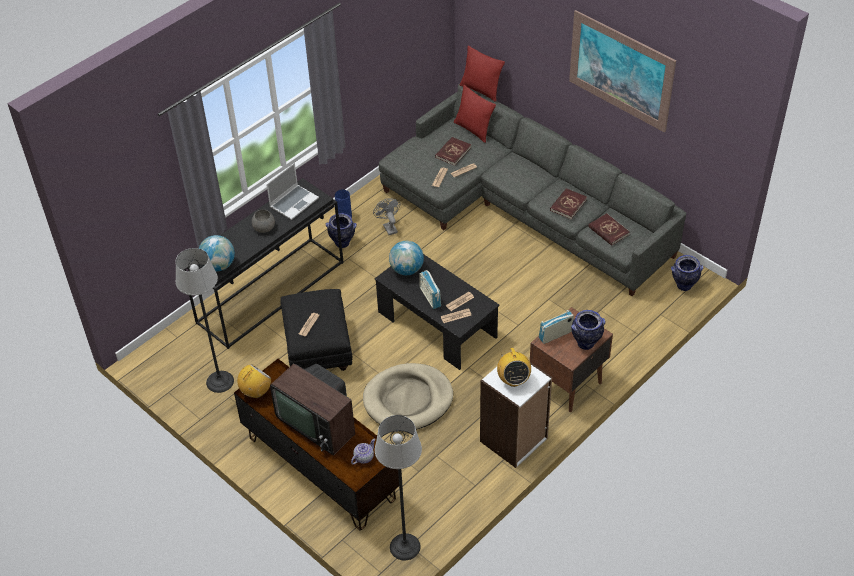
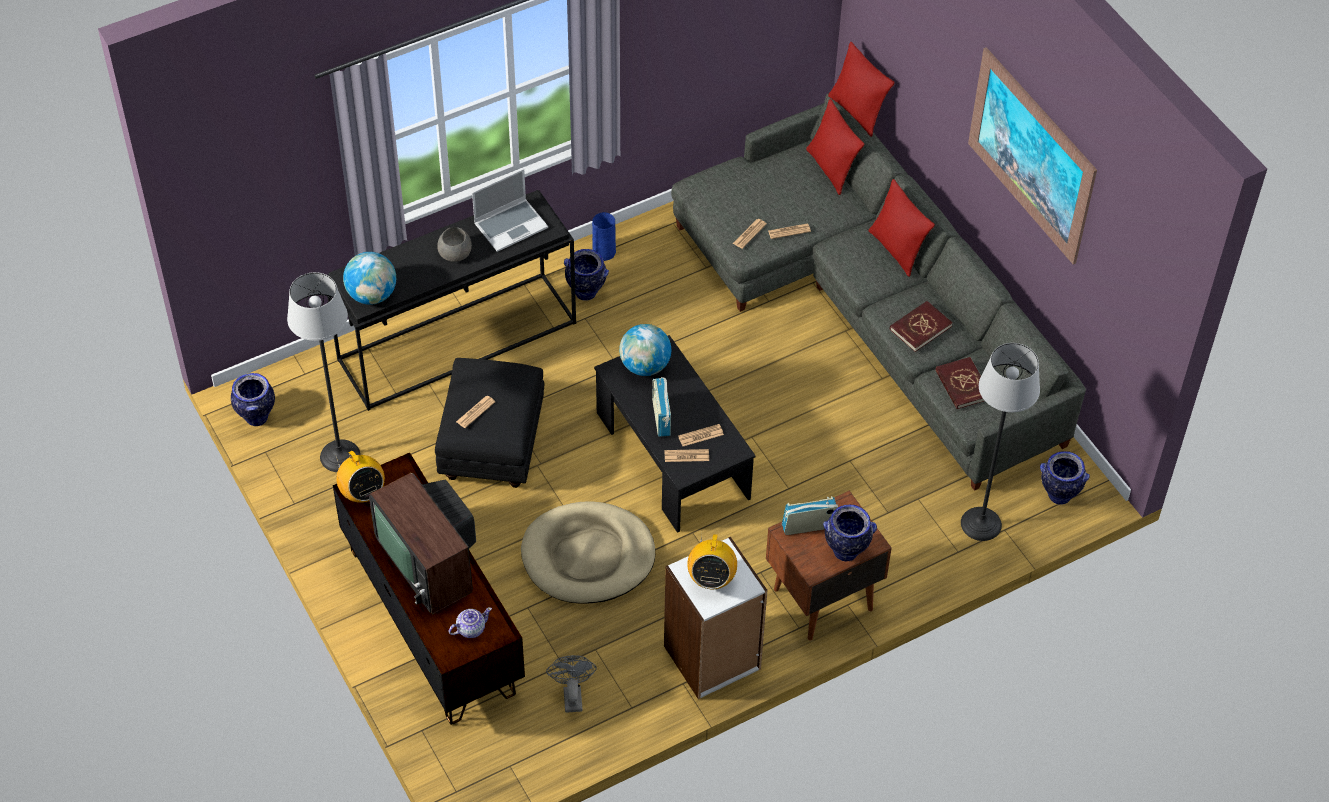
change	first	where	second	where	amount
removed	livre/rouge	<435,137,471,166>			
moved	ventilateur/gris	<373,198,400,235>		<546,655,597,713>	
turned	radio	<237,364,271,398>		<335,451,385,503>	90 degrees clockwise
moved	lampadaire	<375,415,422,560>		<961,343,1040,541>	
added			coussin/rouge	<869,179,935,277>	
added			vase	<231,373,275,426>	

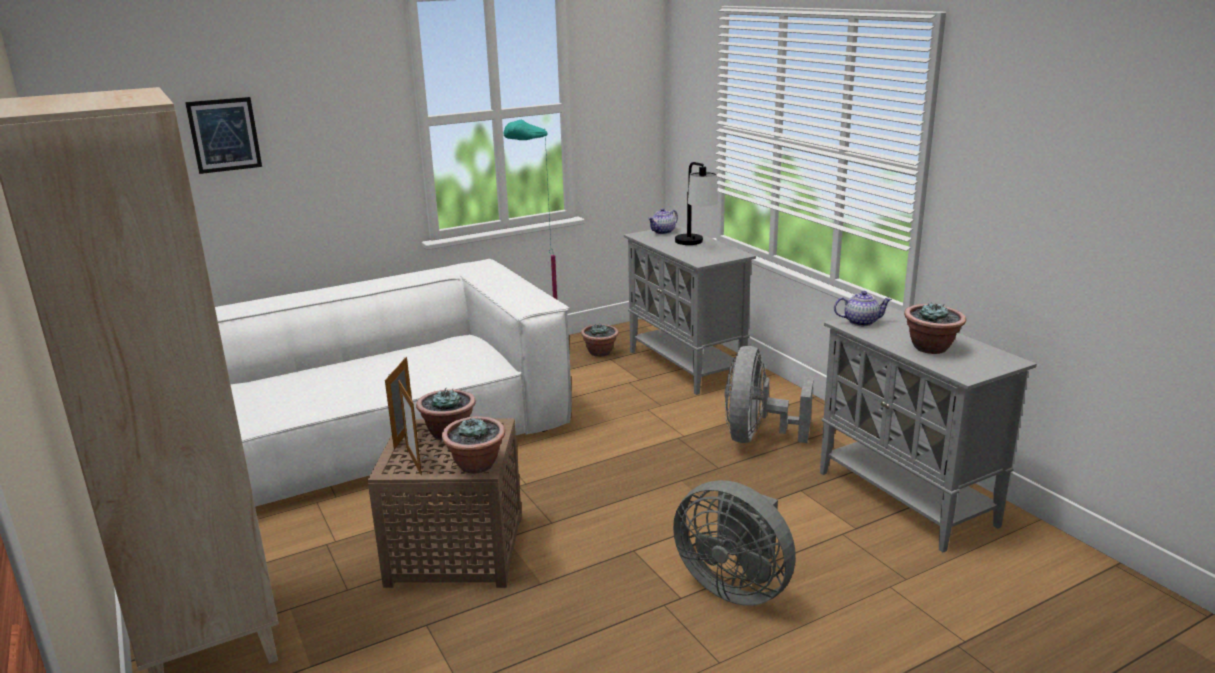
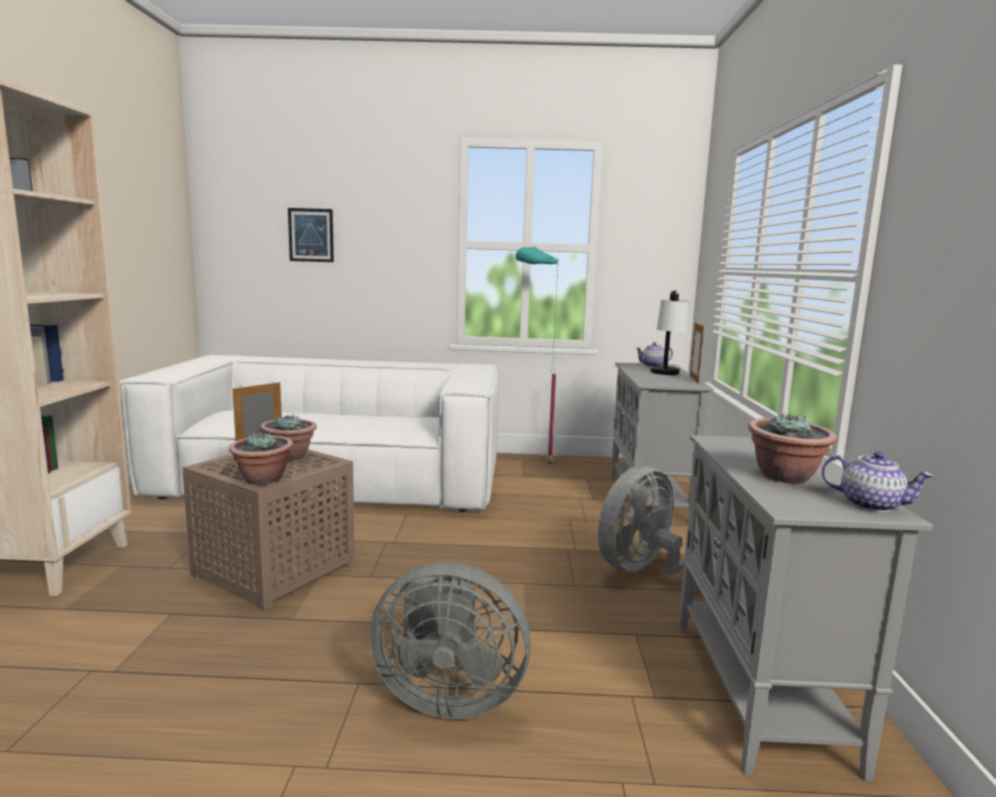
change	first	where	second	where	amount
moved	théière	<834,291,892,326>		<822,451,934,512>	
removed	plante en pot	<581,323,619,357>			
moved	cadre photo	<398,380,422,475>		<690,322,704,383>	
turned	ventilateur/gris	<673,480,796,606>		<370,562,531,719>	60 degrees counterclockwise

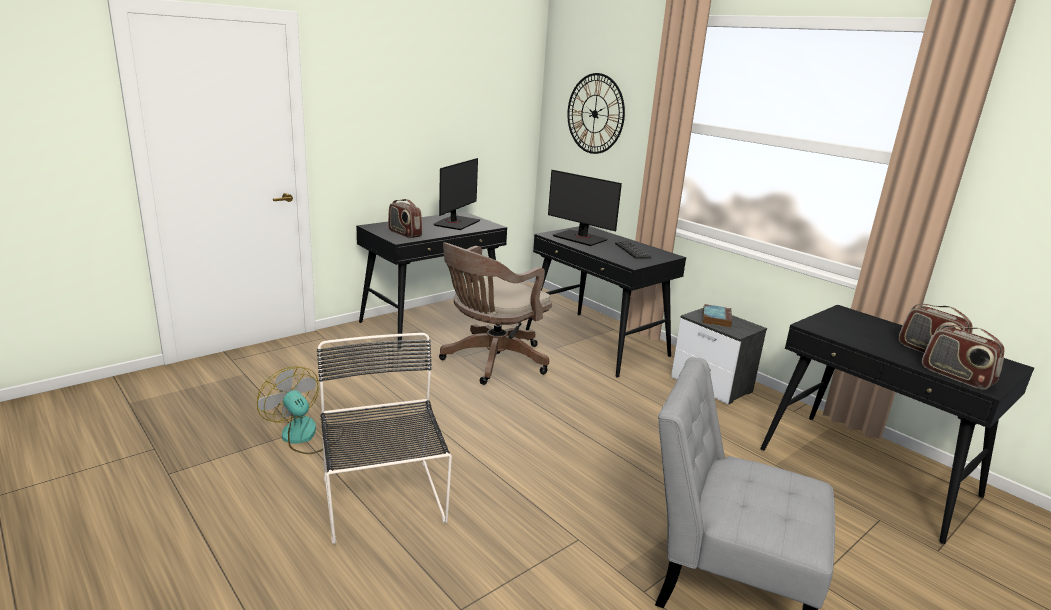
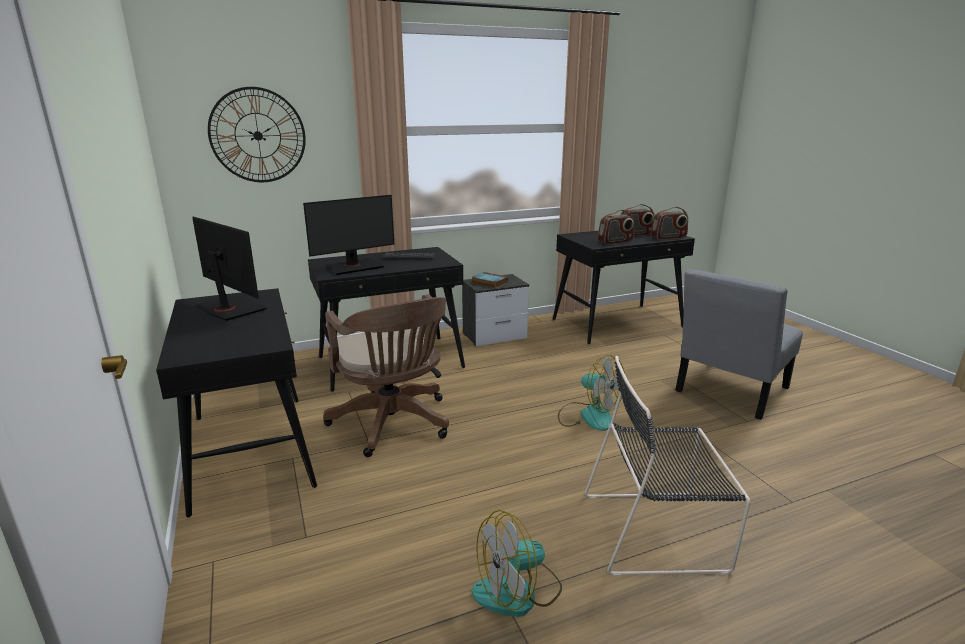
change	first	where	second	where	amount
moved	radio	<388,199,423,238>		<598,210,634,245>	
added			ventilateur	<558,355,625,431>	

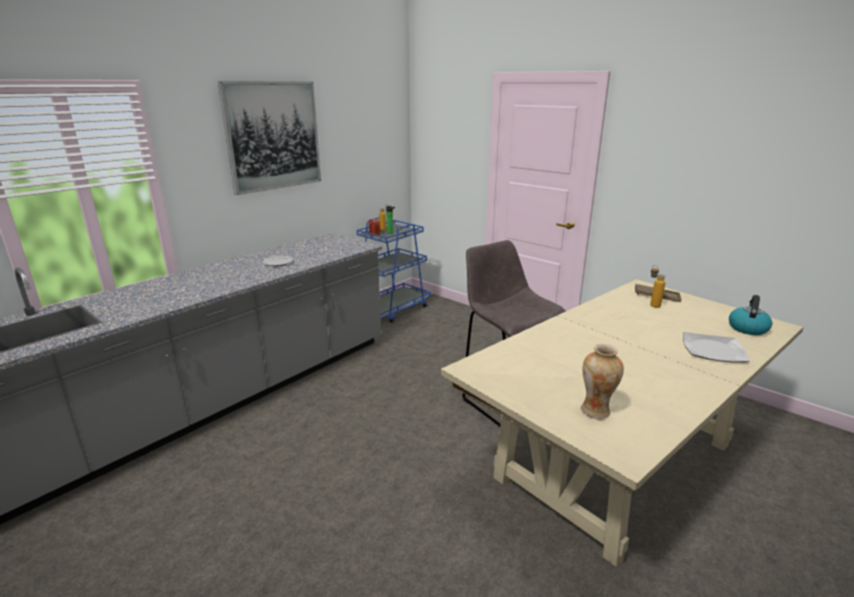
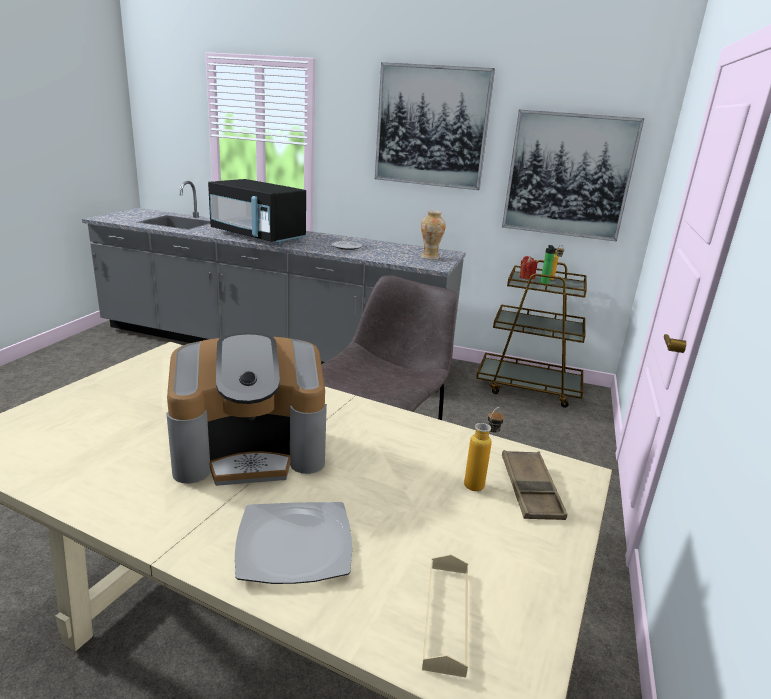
change	first	where	second	where	amount
recoloured	chariot/bleu	<357,217,431,323>	chariot/marron	<476,260,587,408>	
replaced	bouilloire	<729,295,773,335>	plateau/beige	<422,554,468,677>	
moved	vase	<581,344,624,419>		<421,211,446,260>	
added			tableau	<502,110,644,242>	
added			micro-ondes/noir	<208,179,306,245>	
added			machine à café	<166,333,327,486>	

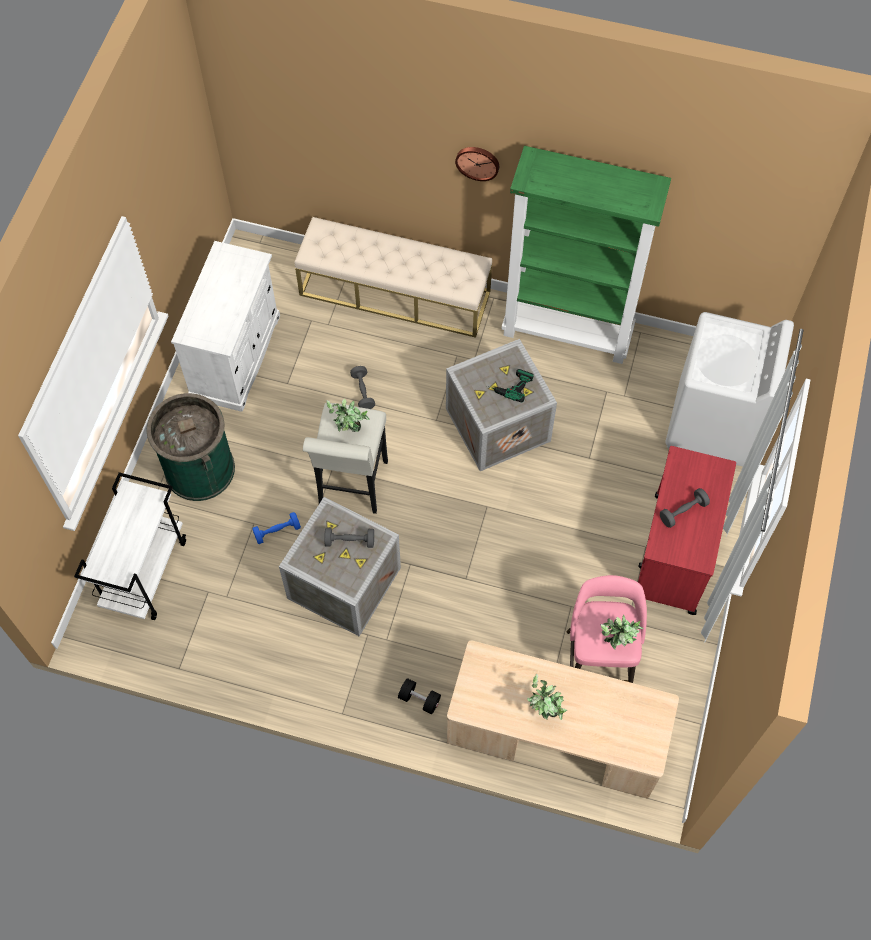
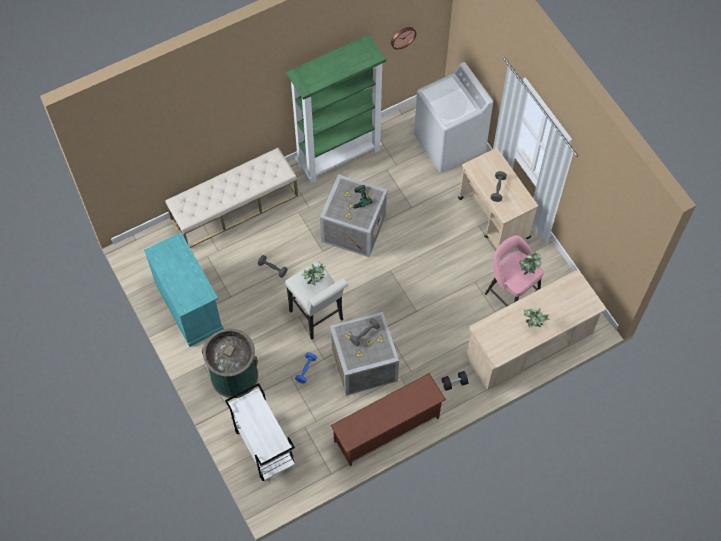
change	first	where	second	where	amount
moved	horloge murale	<455,147,499,181>		<391,27,416,50>	
recoloured	meuble de rangement/blanc	<171,241,280,412>	meuble de rangement/turquoise	<144,232,224,347>	
recoloured	chariot/rouge	<638,446,736,615>	chariot/beige	<458,148,538,249>	
added			étagère à chaussures/marron	<331,373,446,466>	

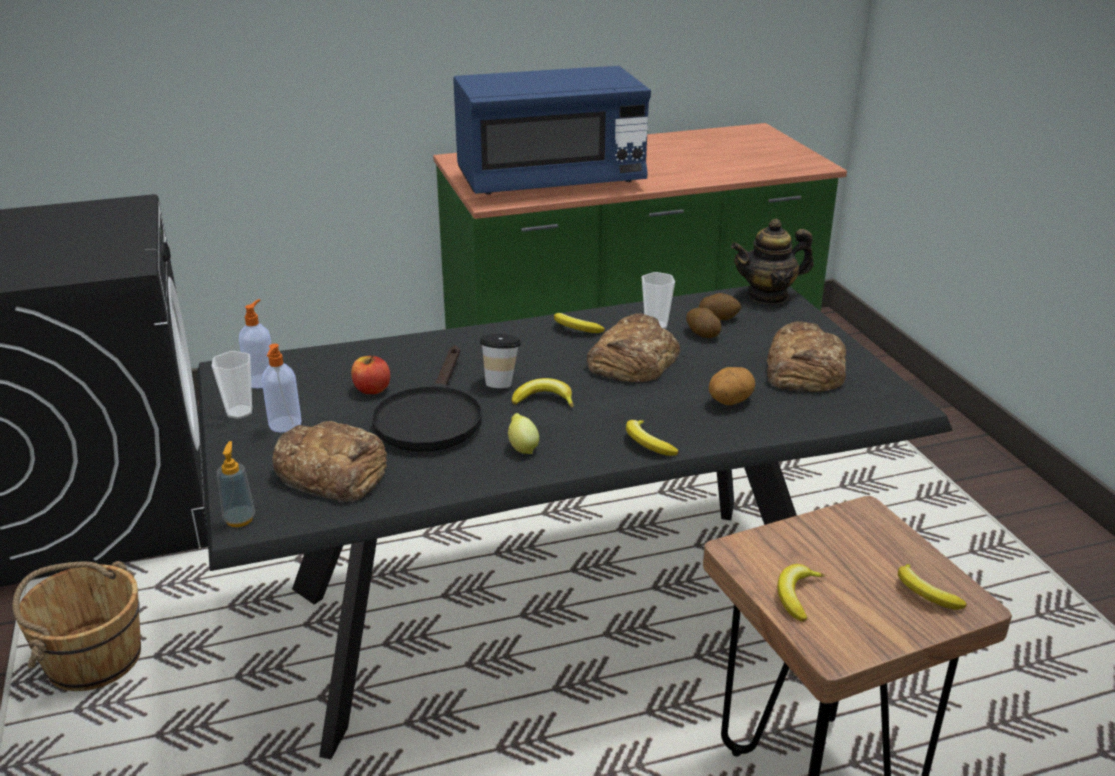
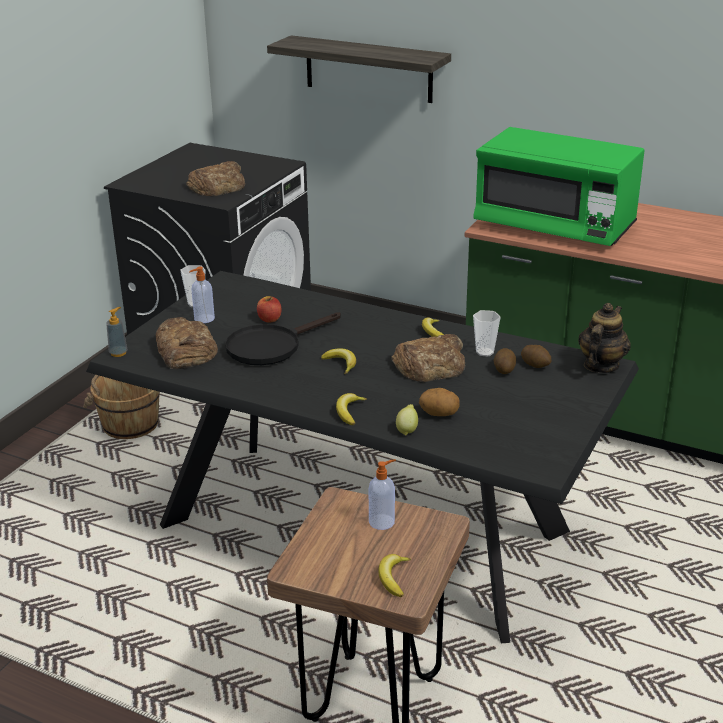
change	first	where	second	where	amount
recoloured	micro-ondes/bleu	<453,66,651,195>	micro-ondes/vert	<473,127,645,246>	
turned	théière	<731,219,814,304>		<578,303,631,373>	90 degrees clockwise
moved	distributeur de savon	<239,299,271,388>		<369,459,396,530>	
moved	pain	<767,321,846,392>		<186,161,245,196>	
removed	tasse	<480,334,521,388>			
moved	citron	<508,413,539,454>		<396,404,418,436>	
removed	banane	<777,564,825,622>			
added			étagère	<267,35,451,103>	

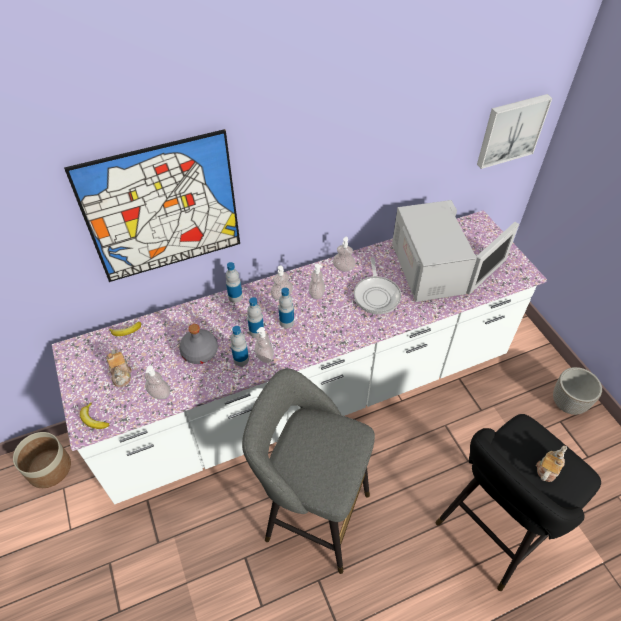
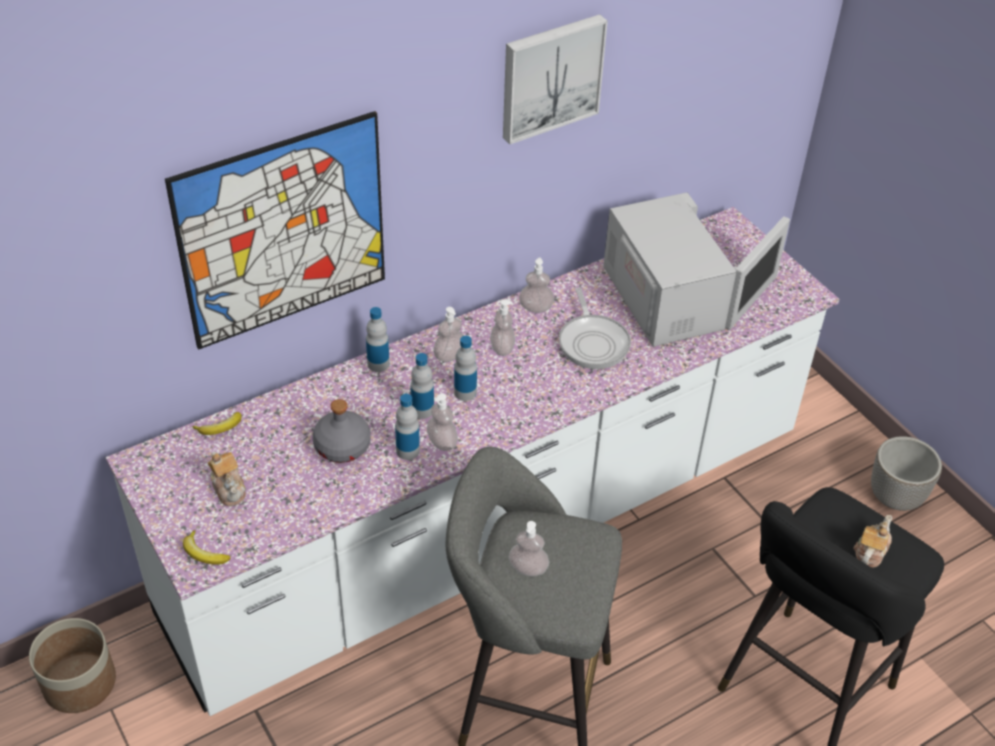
change	first	where	second	where	amount
moved	tableau	<477,94,552,169>		<503,14,608,144>	
moved	distributeur de savon	<145,365,170,399>		<508,521,549,576>	

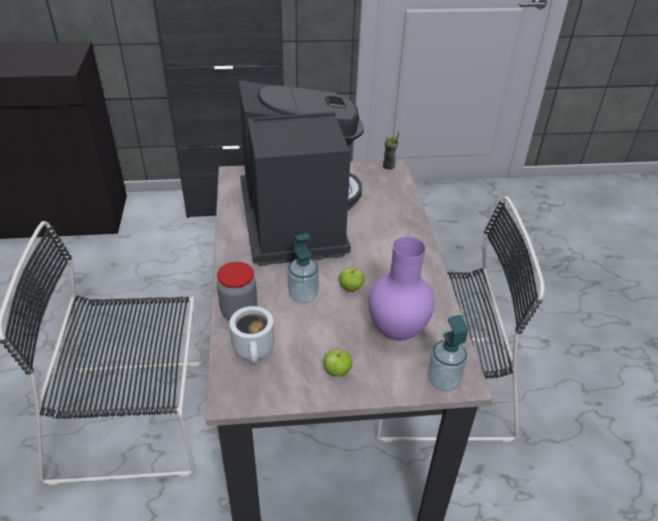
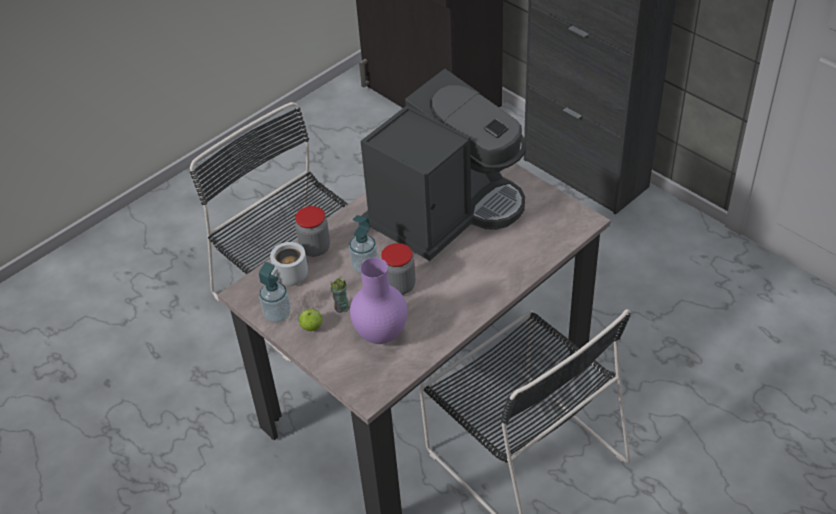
change	first	where	second	where	amount
moved	tasse	<383,132,399,170>		<331,276,349,313>	
replaced	pomme	<339,268,364,292>	bocal	<381,243,415,295>	
moved	distributeur de savon	<427,315,468,391>		<259,262,291,323>	

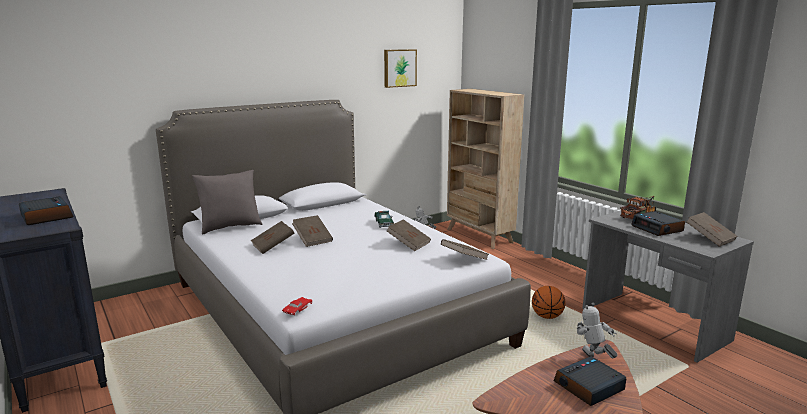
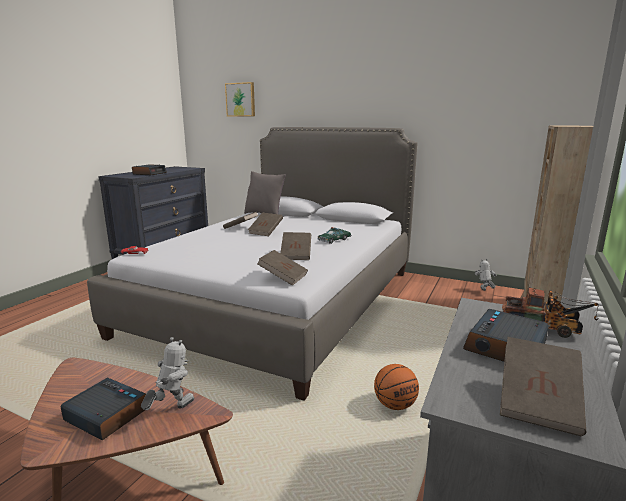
change	first	where	second	where	amount
moved	tableau	<384,49,417,88>		<225,82,255,116>	

